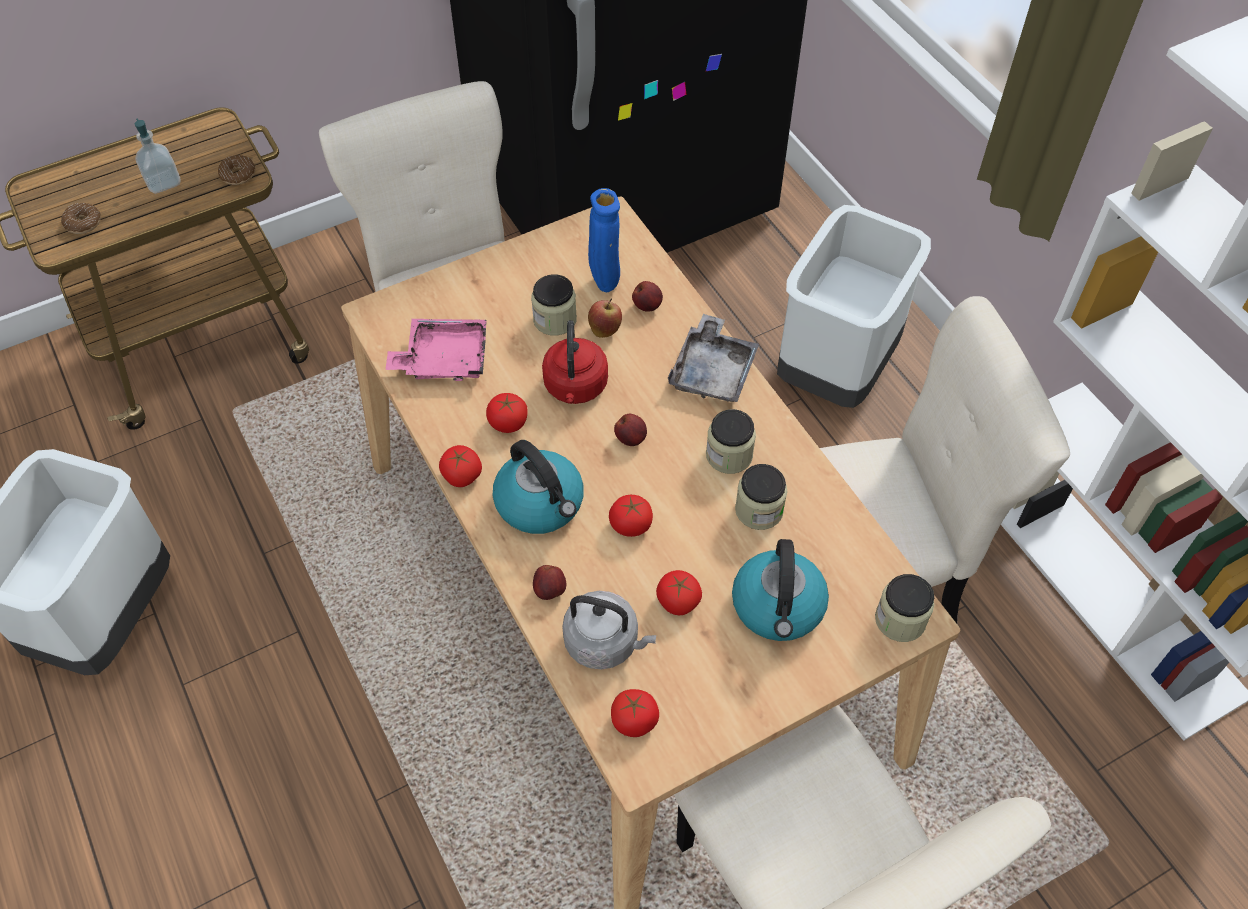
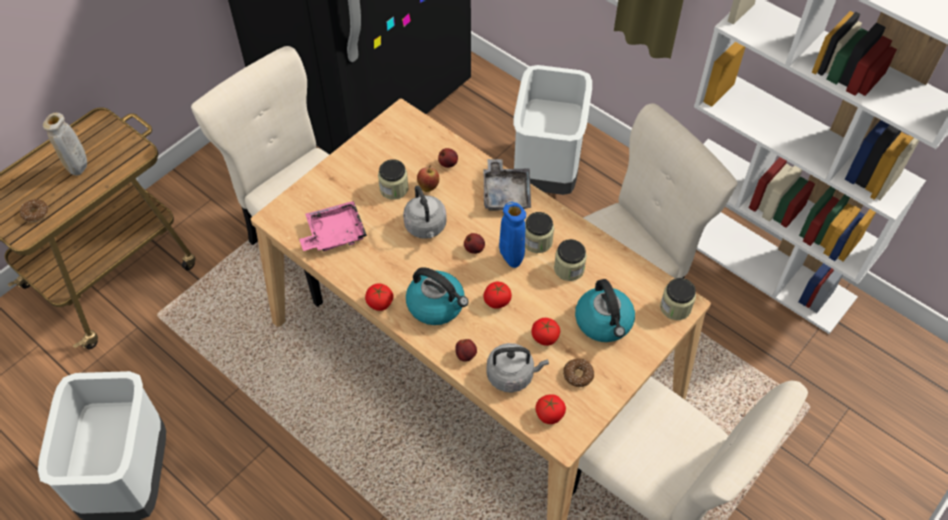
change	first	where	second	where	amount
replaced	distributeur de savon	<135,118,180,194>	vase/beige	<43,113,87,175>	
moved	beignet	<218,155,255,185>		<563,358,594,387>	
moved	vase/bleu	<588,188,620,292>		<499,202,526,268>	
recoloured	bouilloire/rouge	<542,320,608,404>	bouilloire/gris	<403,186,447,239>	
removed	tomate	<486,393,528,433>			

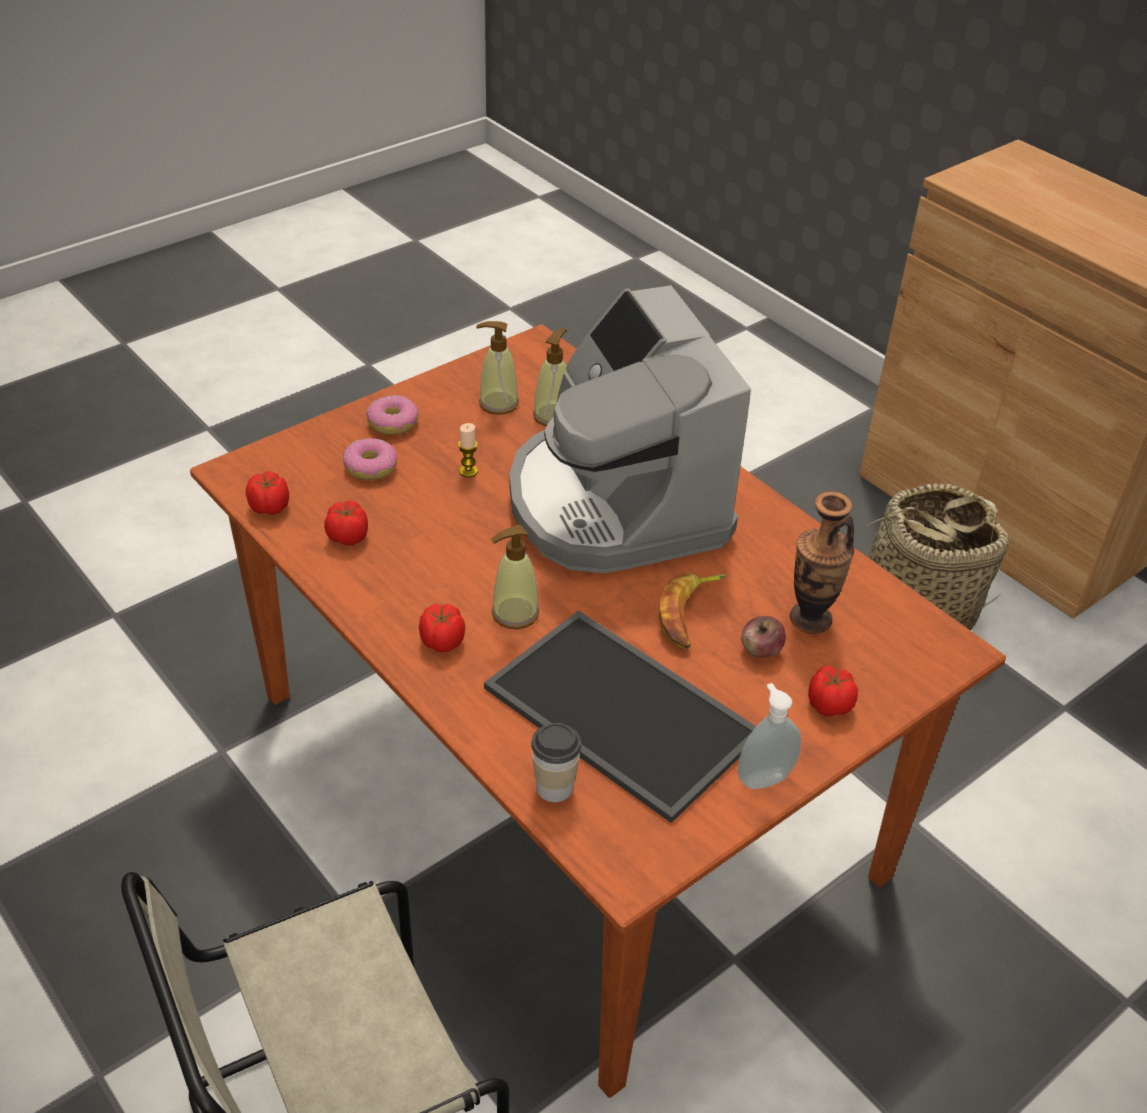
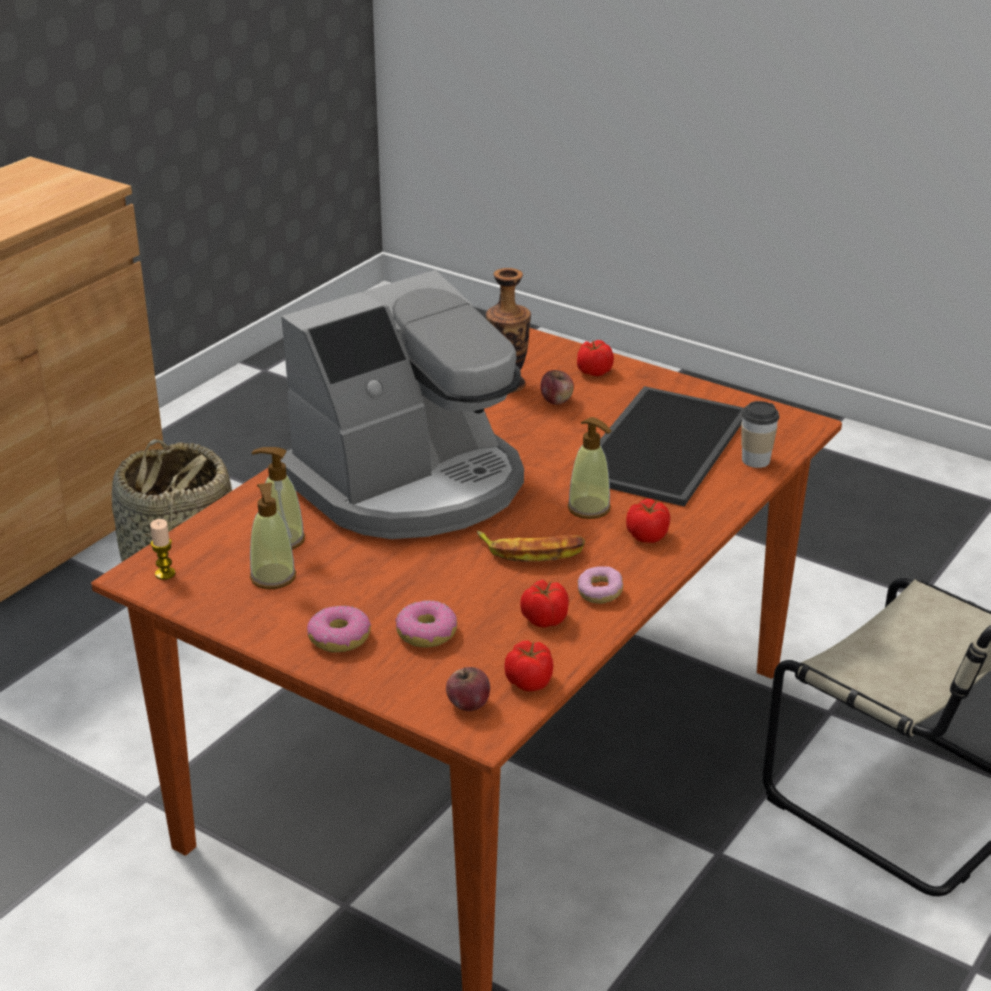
change	first	where	second	where	amount
moved	bougie	<458,423,478,478>		<150,519,176,580>	
moved	banane	<659,573,727,649>		<477,531,585,562>	
removed	distributeur de savon	<738,683,801,789>			
added			beignet	<578,566,623,604>	
added			pomme	<446,667,490,711>	

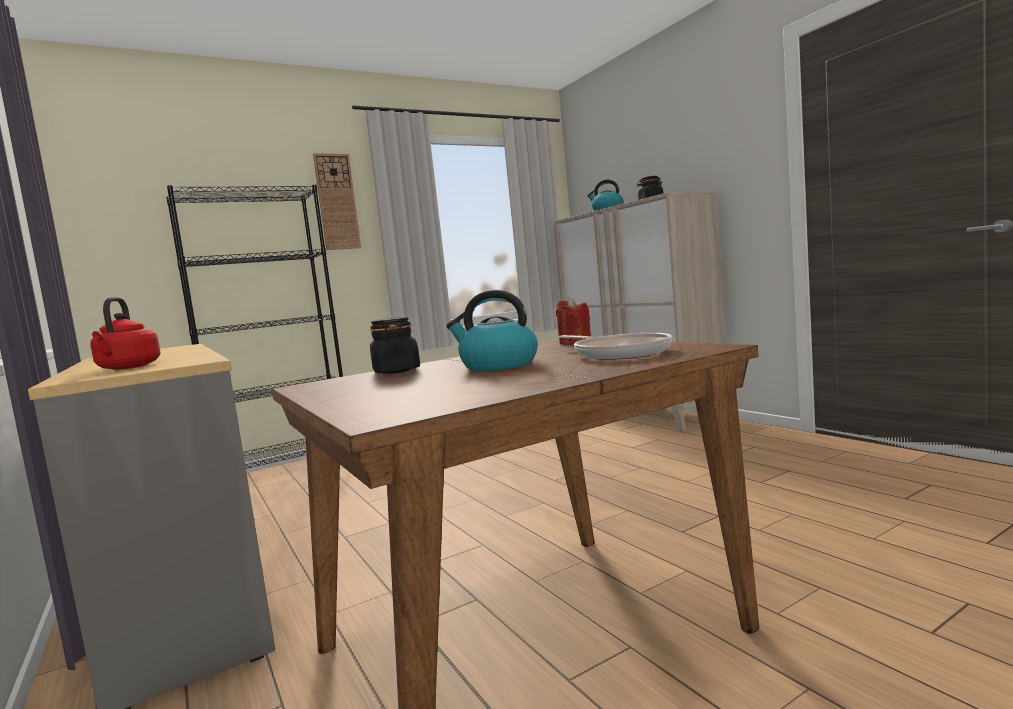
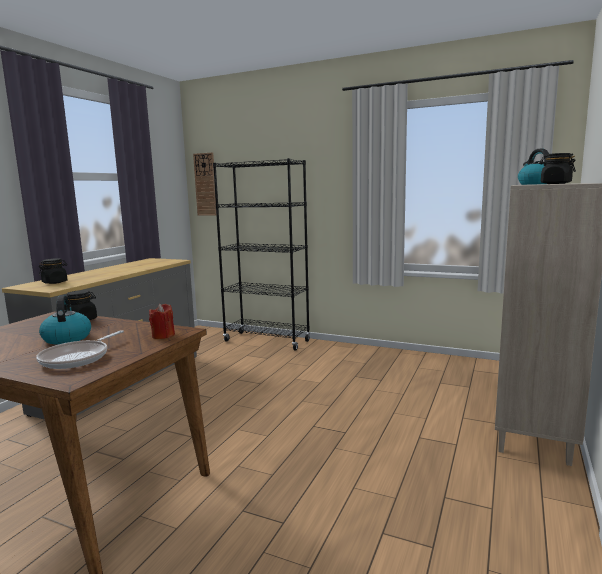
change	first	where	second	where	amount
moved	horloge murale	<313,153,361,250>		<193,152,216,216>	
replaced	bouilloire/rouge	<90,297,161,370>	bocal/noir	<39,258,68,284>	

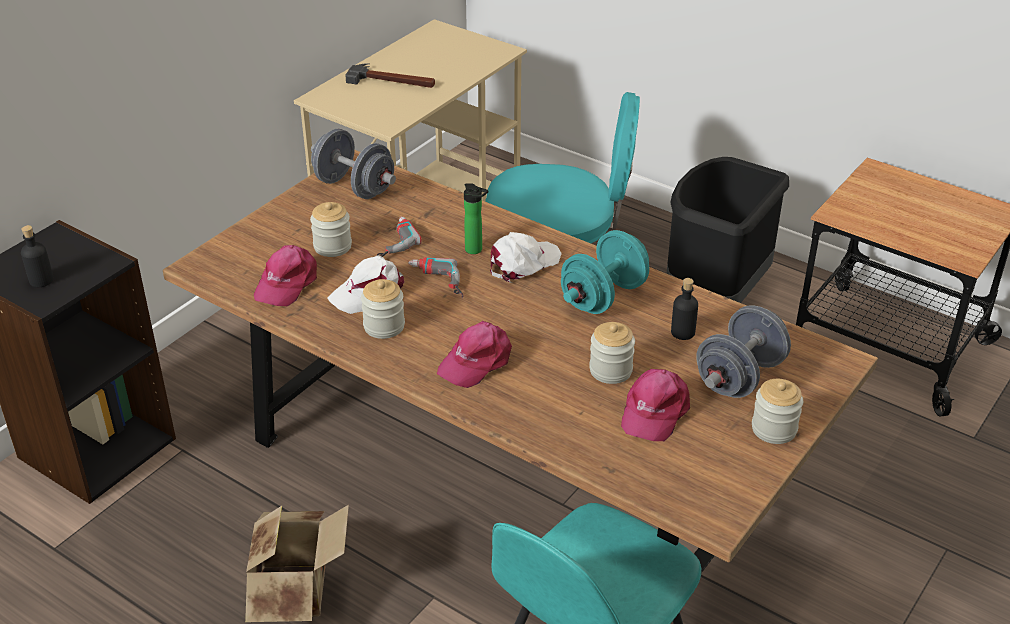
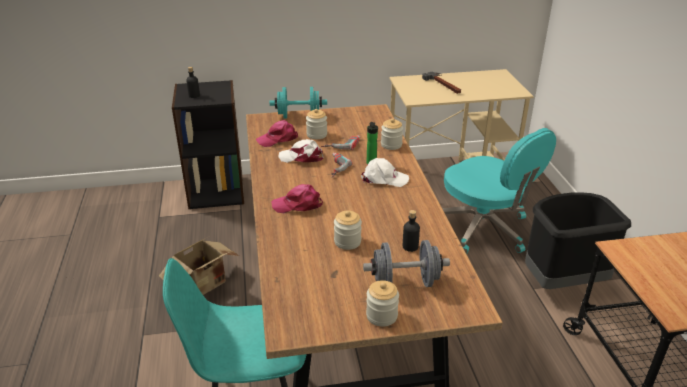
change	first	where	second	where	amount
removed	haltère/gris	<311,129,396,199>			
moved	haltère/turquoise	<561,230,649,314>		<270,87,327,118>	
moved	bocal	<361,279,405,339>		<381,118,403,150>	
removed	casquette/rose	<621,369,690,441>			

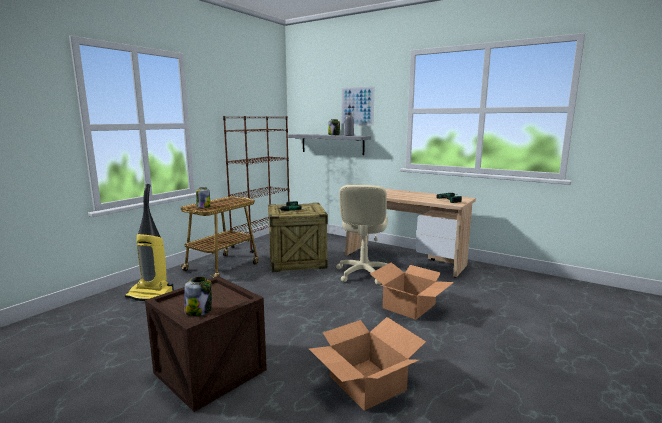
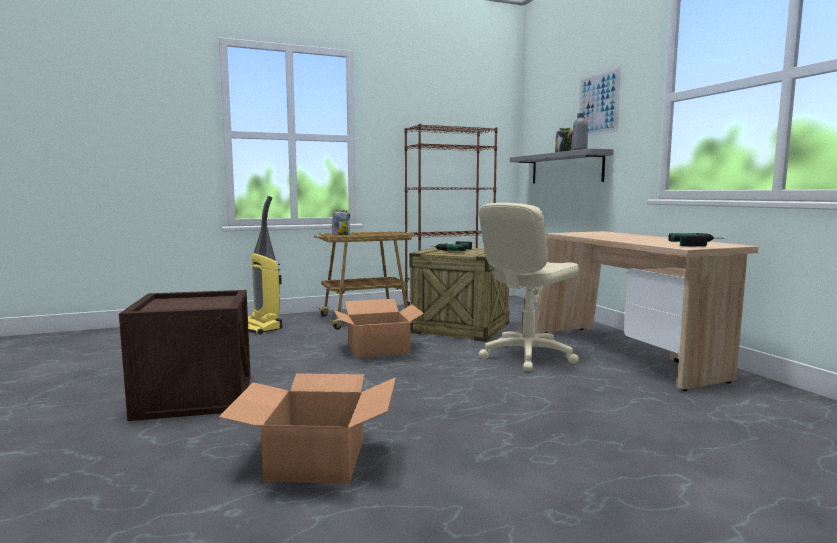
change	first	where	second	where	amount
moved	carton	<370,262,454,320>		<334,299,424,358>	
removed	bocal	<184,277,212,316>			

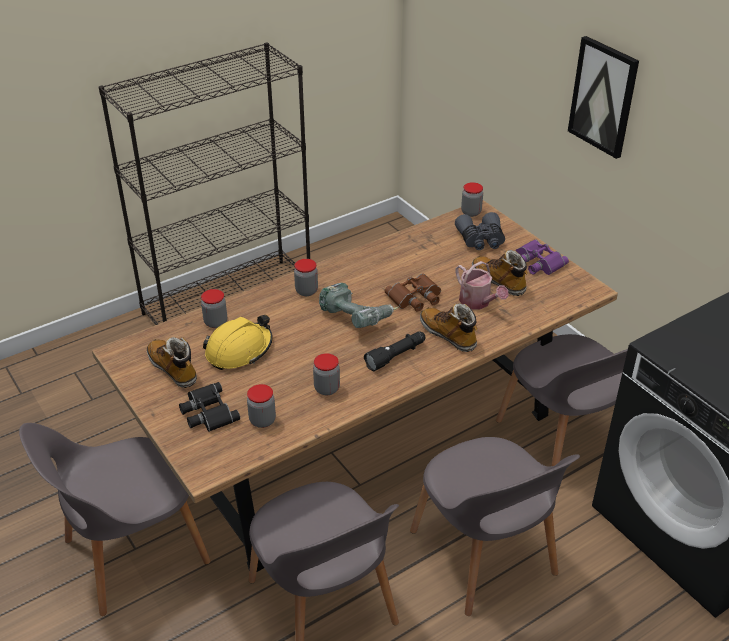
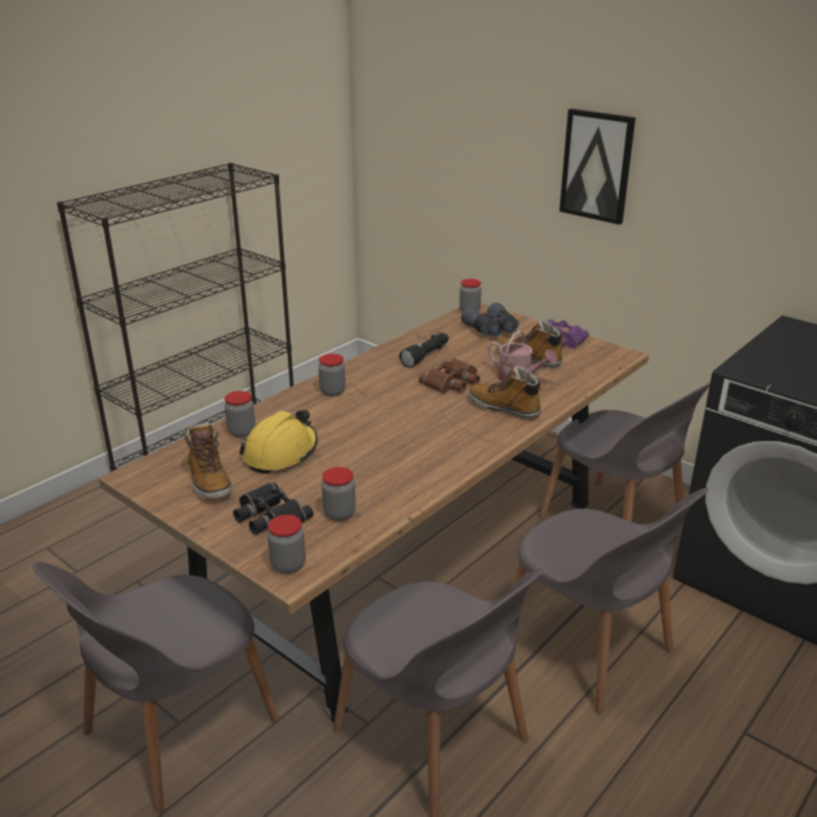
change	first	where	second	where	amount
removed	perceuse	<319,283,398,328>			
moved	lampe de poche/noir	<364,331,426,372>		<399,333,449,368>	
turned	botte	<147,337,197,388>		<184,423,232,498>	150 degrees counterclockwise
moved	bocal	<313,353,340,395>		<267,515,306,574>	

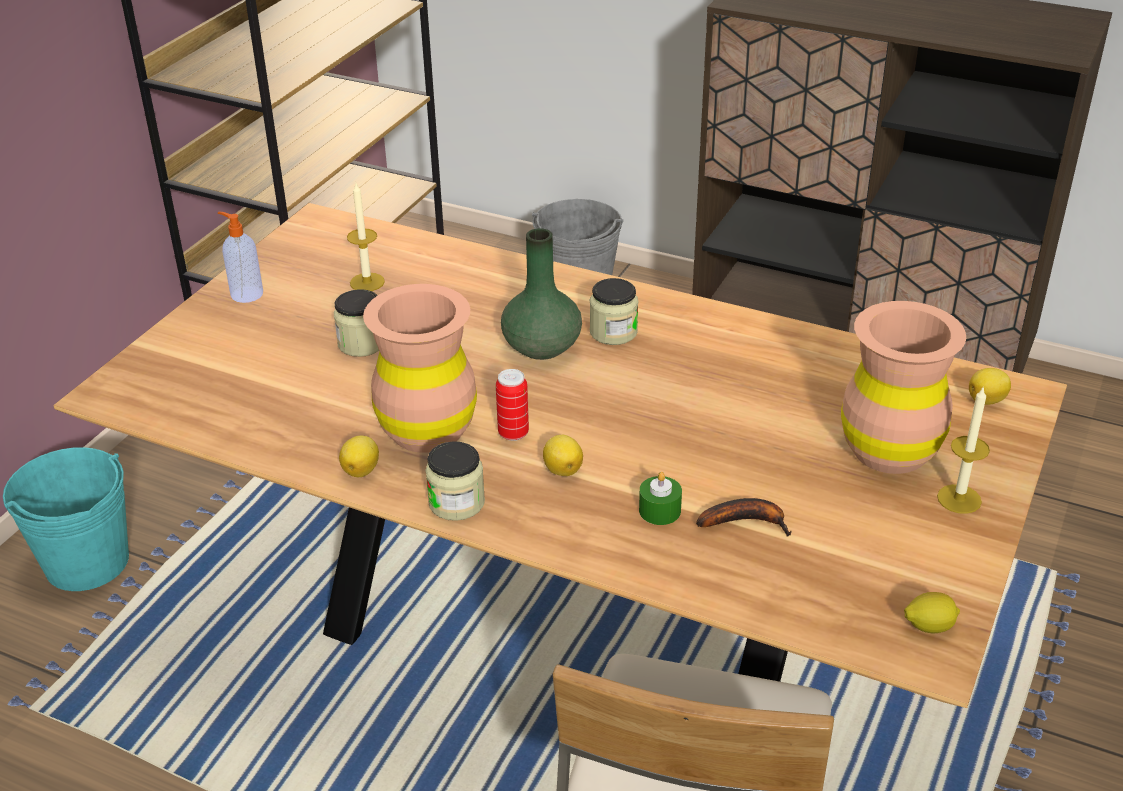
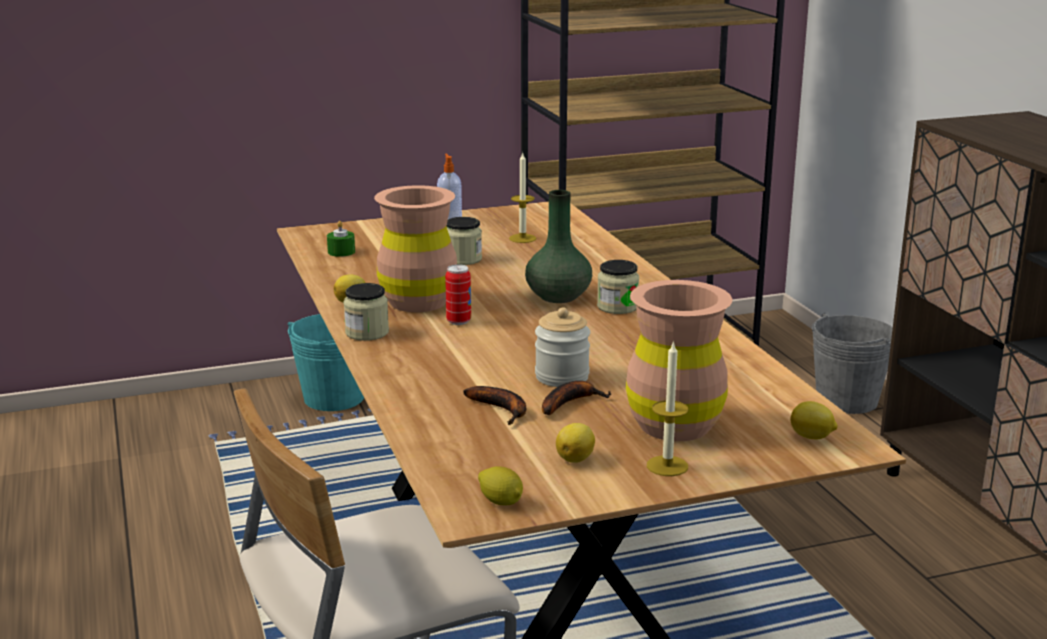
change	first	where	second	where	amount
moved	citron	<543,435,583,476>		<556,423,595,463>	
moved	bougie/vert	<639,472,682,525>		<327,221,355,257>	
added			bocal	<535,307,590,387>	
added			banane	<542,381,611,415>	

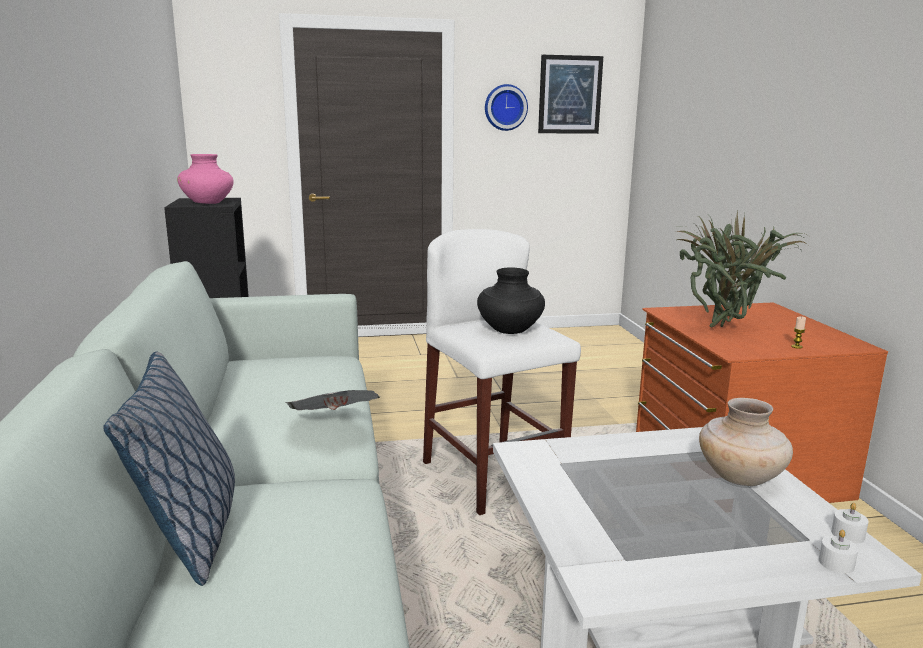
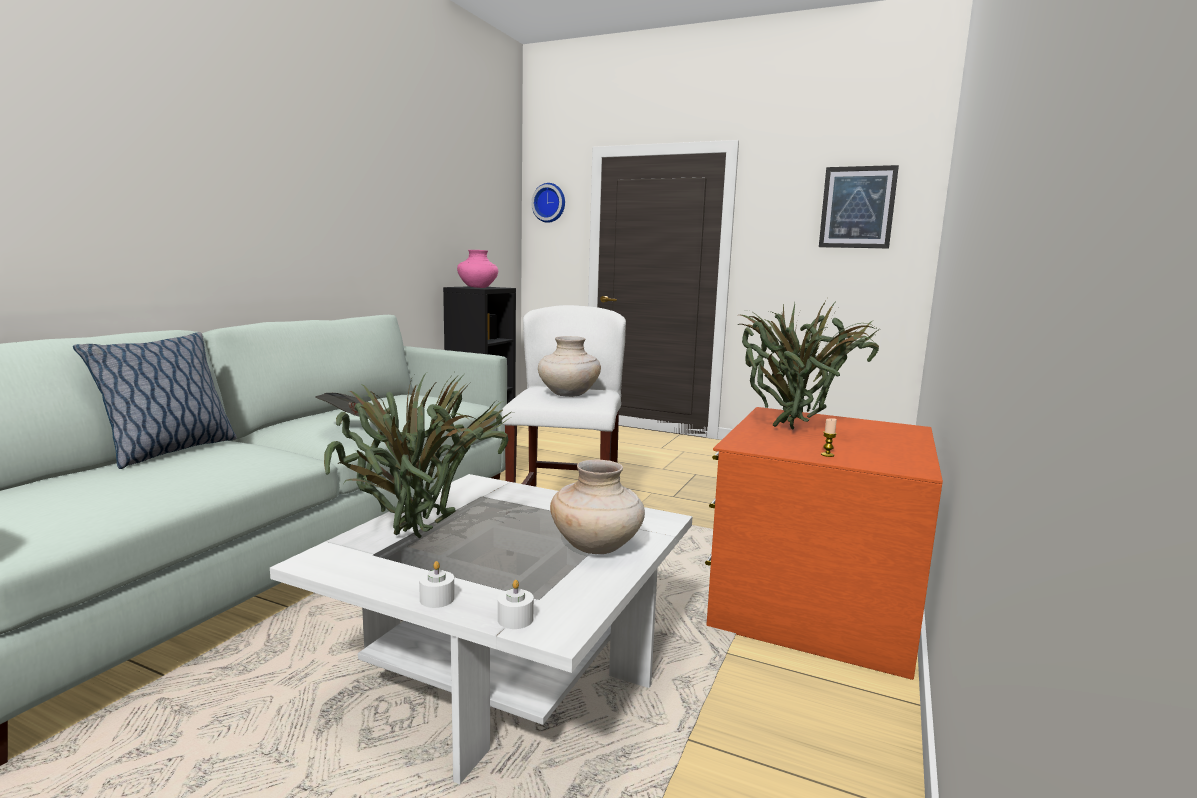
change	first	where	second	where	amount
moved	horloge murale	<485,84,528,131>		<531,183,565,223>	
recoloured	vase/noir	<477,267,545,334>	vase/beige	<538,336,601,397>	
moved	bougie/blanc	<831,503,869,544>		<419,561,455,608>	
added			plante en pot	<324,373,511,538>	

